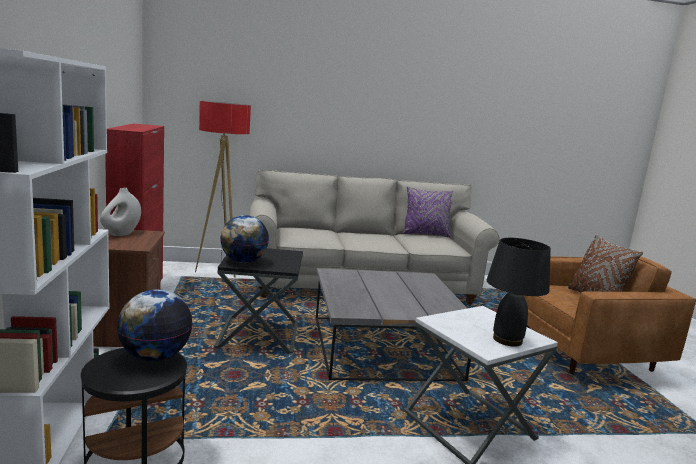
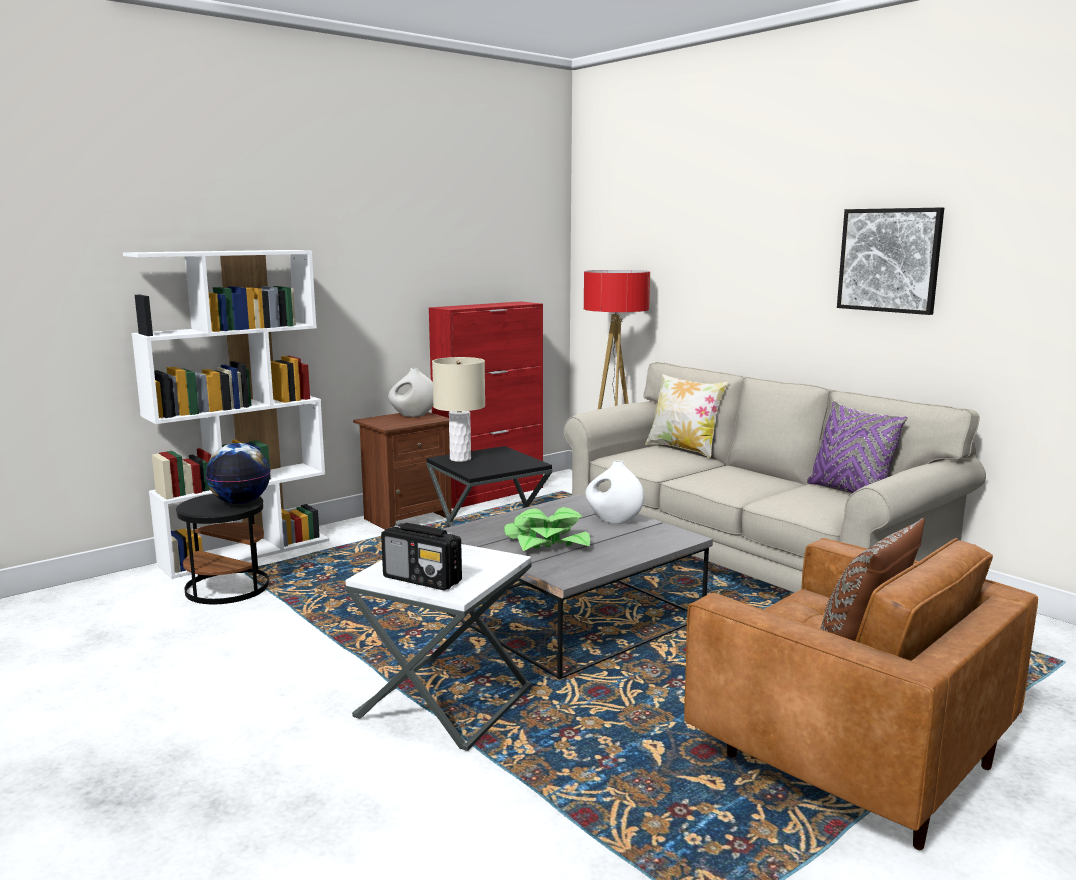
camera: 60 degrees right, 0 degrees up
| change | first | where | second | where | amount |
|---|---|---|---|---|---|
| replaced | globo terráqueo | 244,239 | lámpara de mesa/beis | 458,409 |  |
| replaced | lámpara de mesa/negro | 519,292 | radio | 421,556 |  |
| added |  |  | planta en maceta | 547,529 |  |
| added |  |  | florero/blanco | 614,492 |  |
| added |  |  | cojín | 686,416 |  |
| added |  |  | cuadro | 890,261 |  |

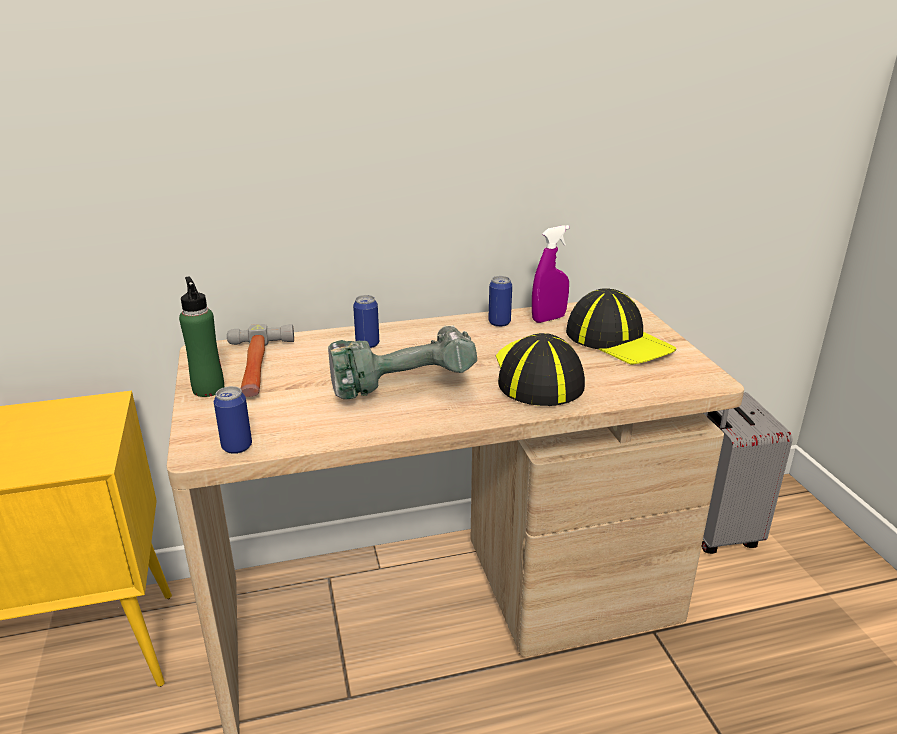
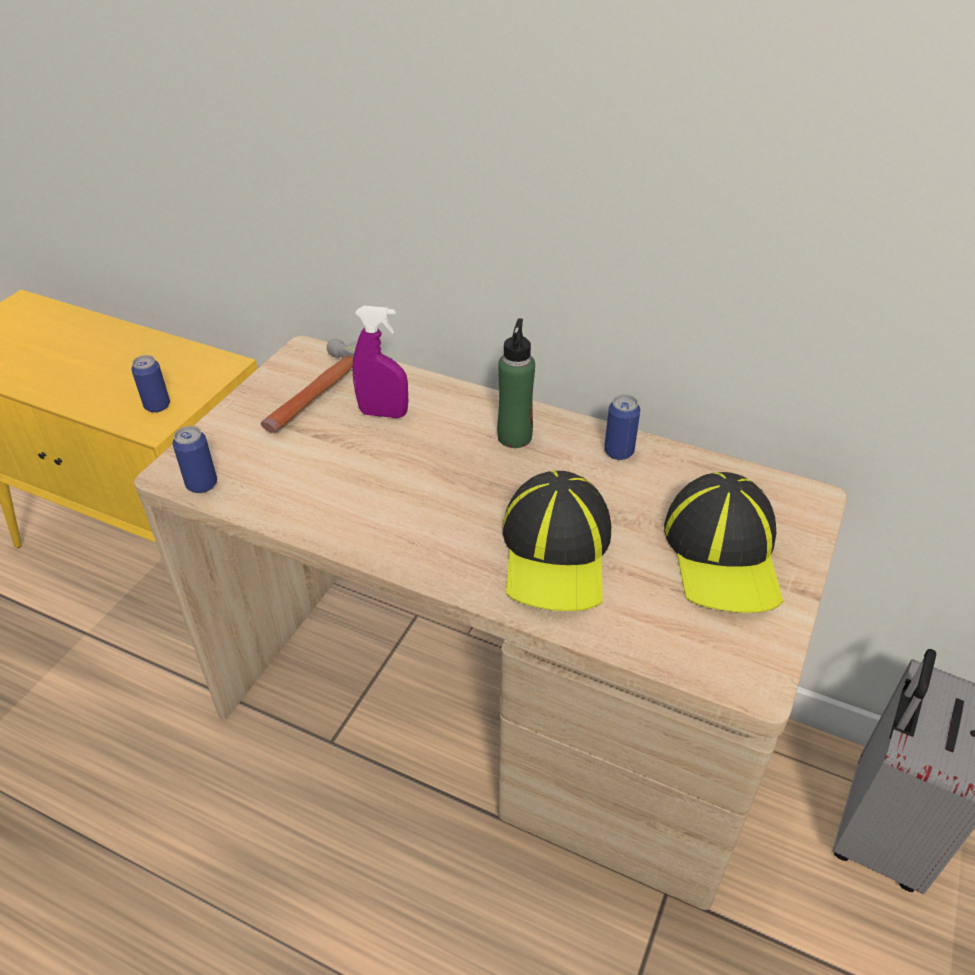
camera: 40 degrees right, 15 degrees up
| change | first | where | second | where | amount |
|---|---|---|---|---|---|
| moved | botella/verde | 201,336 |  | 516,383 |  |
| removed | taladro | 402,362 |  |  |  |
| moved | lata | 366,321 |  | 150,384 |  |
| turned | gorra | 540,369 |  | 557,541 | 150 degrees clockwise |
| moved | pulverizador/morado | 550,274 |  | 380,362 |  |

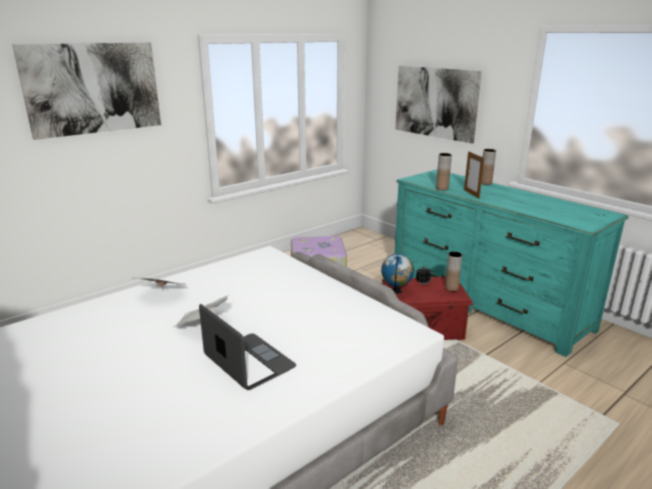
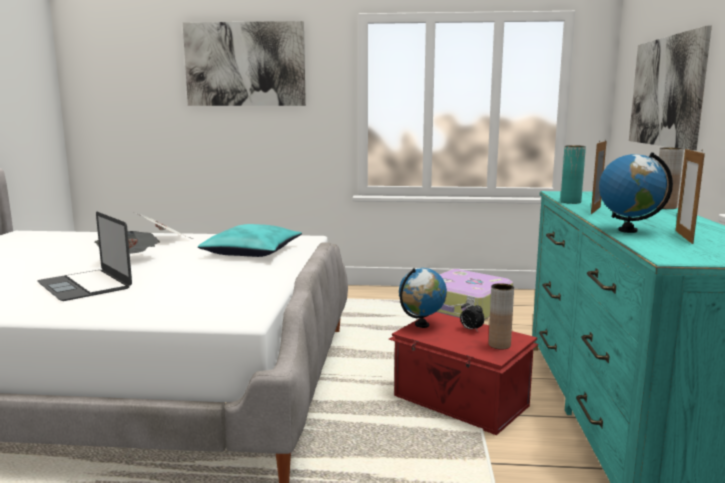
camera: 45 degrees right, 10 degrees down
| change | first | where | second | where | amount |
|---|---|---|---|---|---|
| turned | portátil | 247,347 |  | 84,256 | 135 degrees clockwise |
| recoloured | florero/marrón | 444,171 | florero/turquesa | 573,174 |  |
| added |  |  | cojín/turquesa | 250,240 |  |
| added |  |  | globo terráqueo | 636,192 |  |
| added |  |  | portarretratos | 690,195 |  |

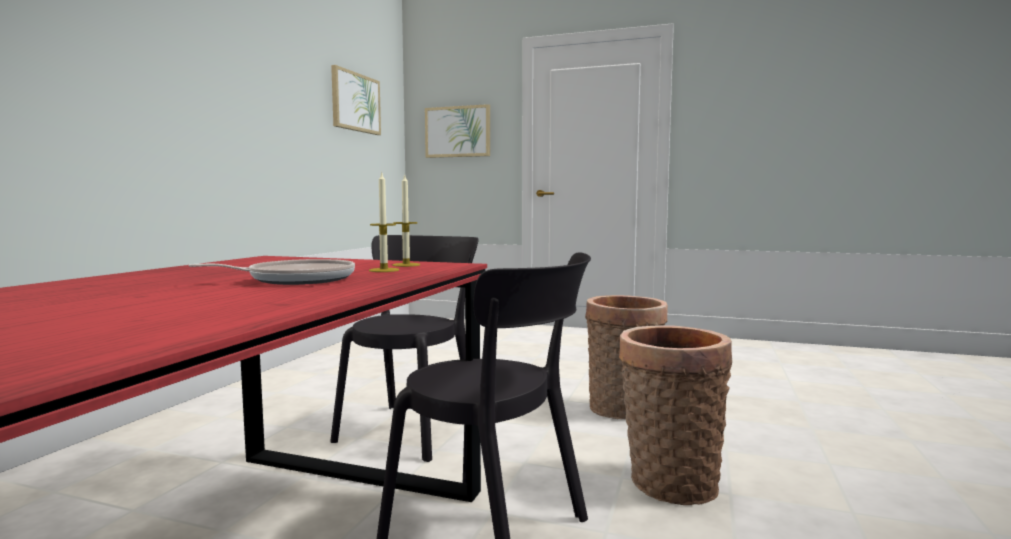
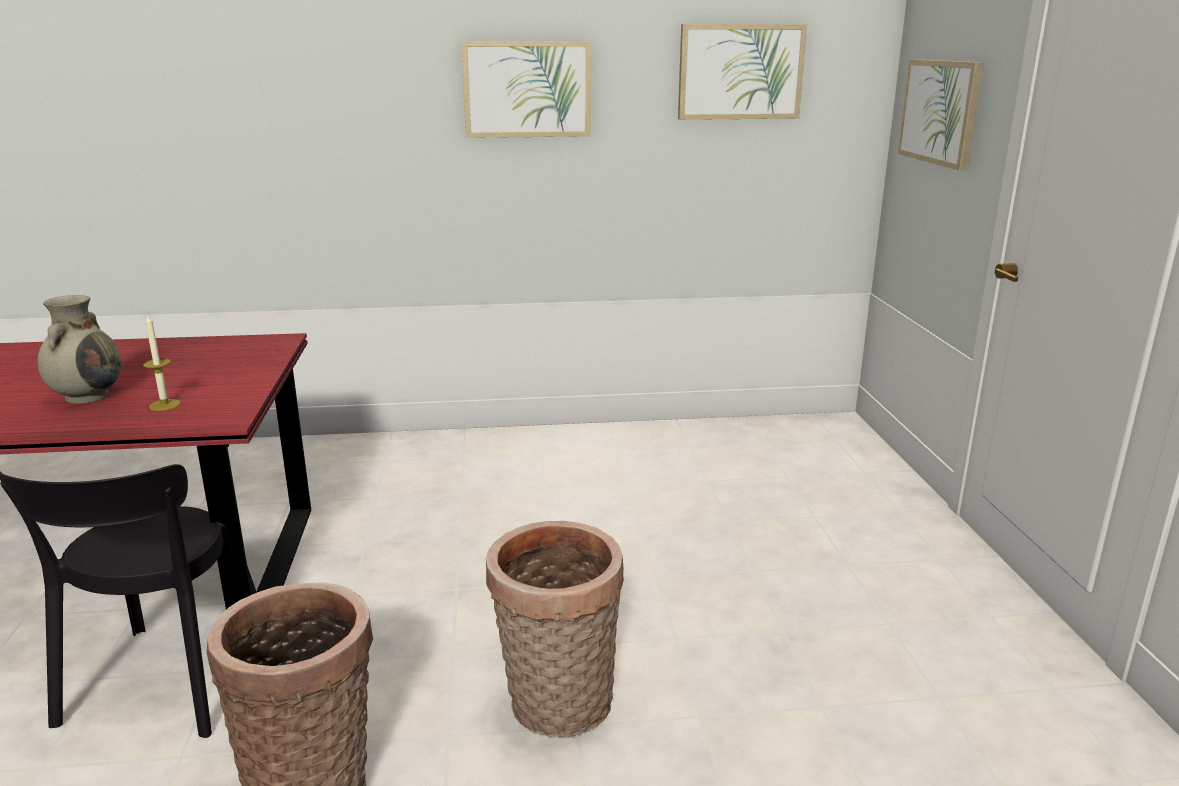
camera: 65 degrees right, 15 degrees up
| change | first | where | second | where | amount |
|---|---|---|---|---|---|
| replaced | sartén | 272,272 | florero/beis | 79,349 |  |
| removed | silla/negro | 404,348 |  |  |  |
| removed | vela | 406,220 |  |  |  |
| added |  |  | cuadro | 526,89 |  |

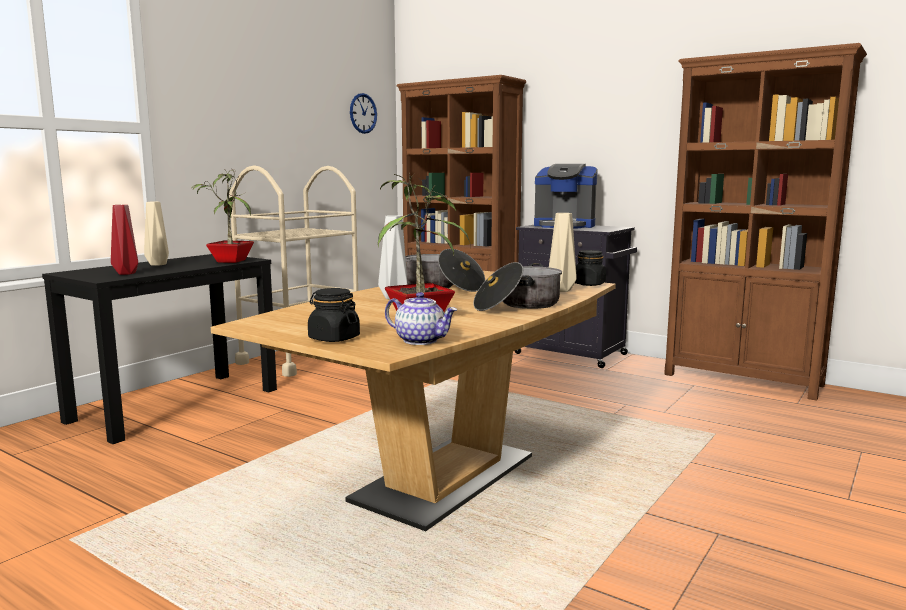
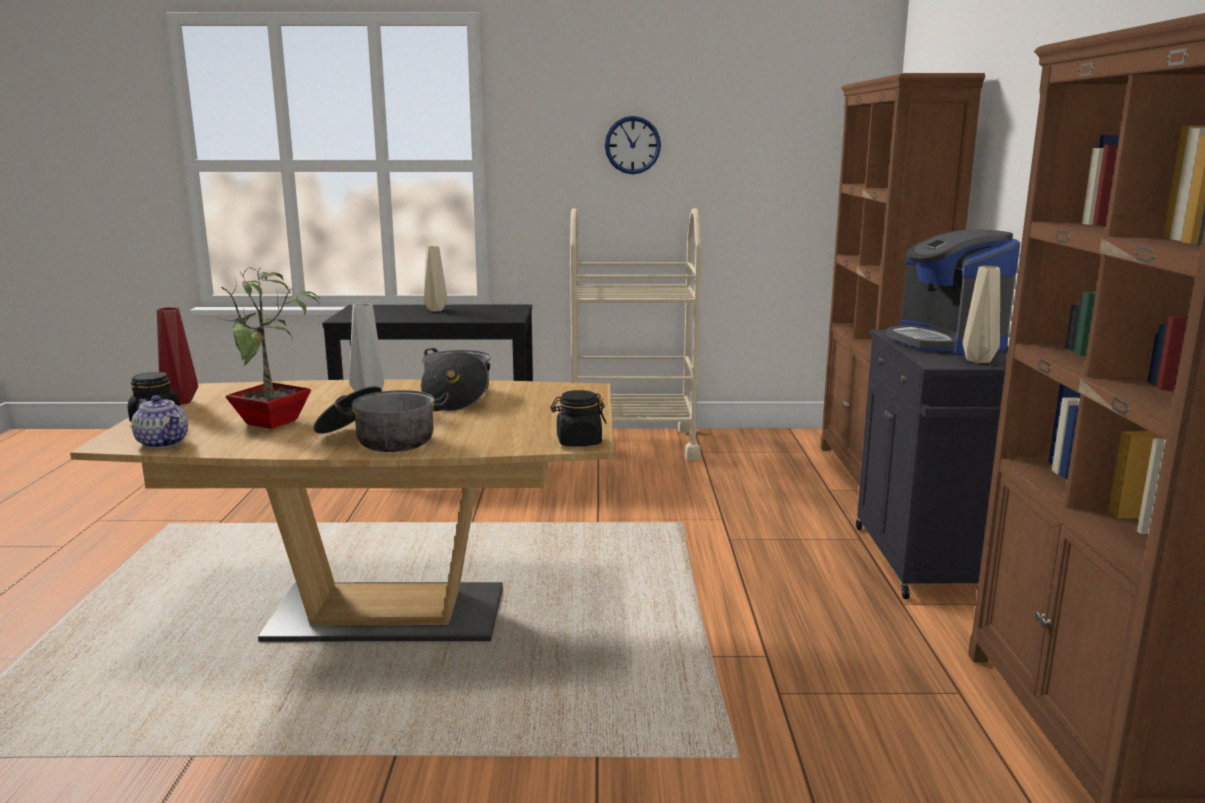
camera: 55 degrees right, 5 degrees up
| change | first | where | second | where | amount |
|---|---|---|---|---|---|
| moved | florero/rojo | 124,240 |  | 177,356 |  |
| removed | planta en maceta | 223,216 |  |  |  |
| moved | reloj de pared | 363,113 |  | 633,145 |  |
| turned | tetera | 421,318 |  | 159,422 | 45 degrees counterclockwise |
| moved | florero/beis | 563,252 |  | 981,314 |  |

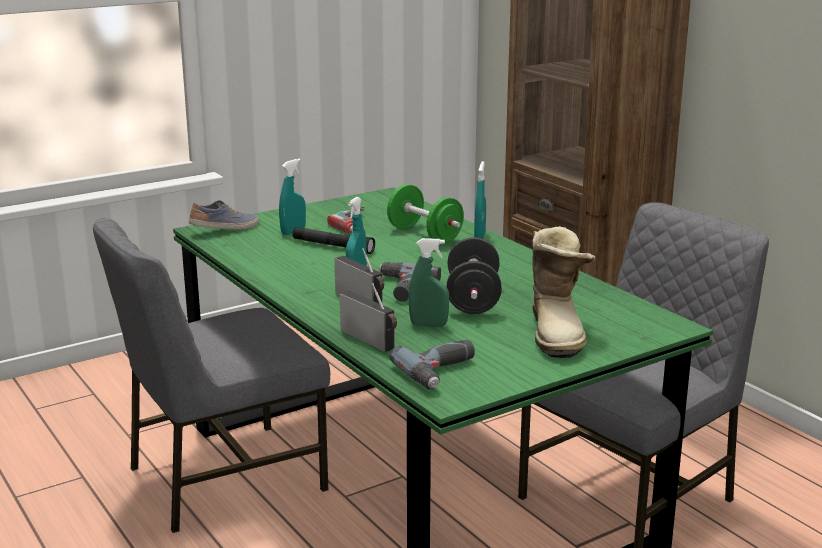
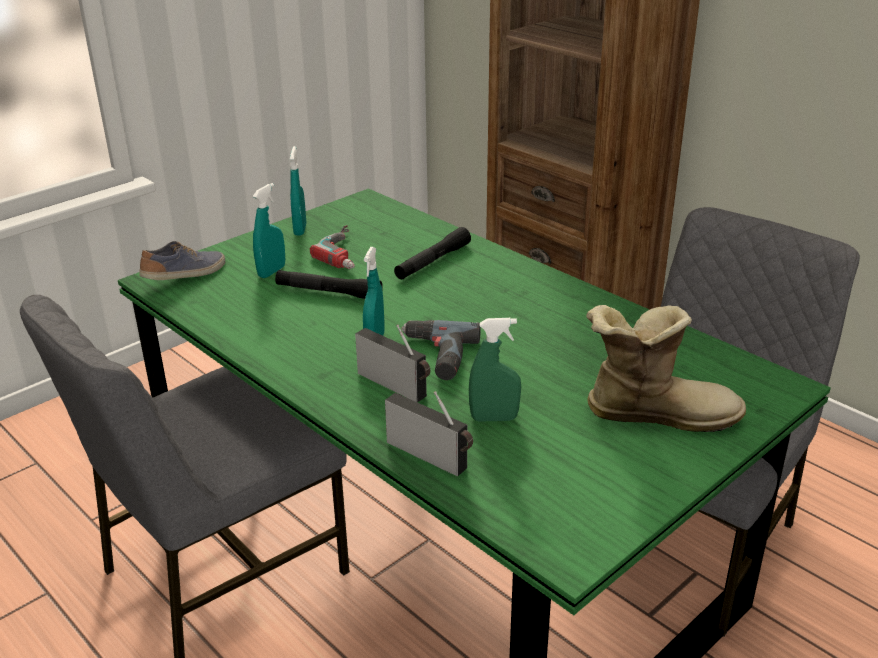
camera: 10 degrees left, 10 degrees up
| change | first | where | second | where | amount |
|---|---|---|---|---|---|
| replaced | mancuerna/verde | 425,213 | linterna/negro | 432,253 |  |
| removed | taladro | 432,364 |  |  |  |
| removed | mancuerna/negro | 474,275 |  |  |  |
| moved | pulverizador/turquesa | 480,200 |  | 298,191 |  |
| turned | bota | 563,292 |  | 666,368 | 75 degrees counterclockwise |

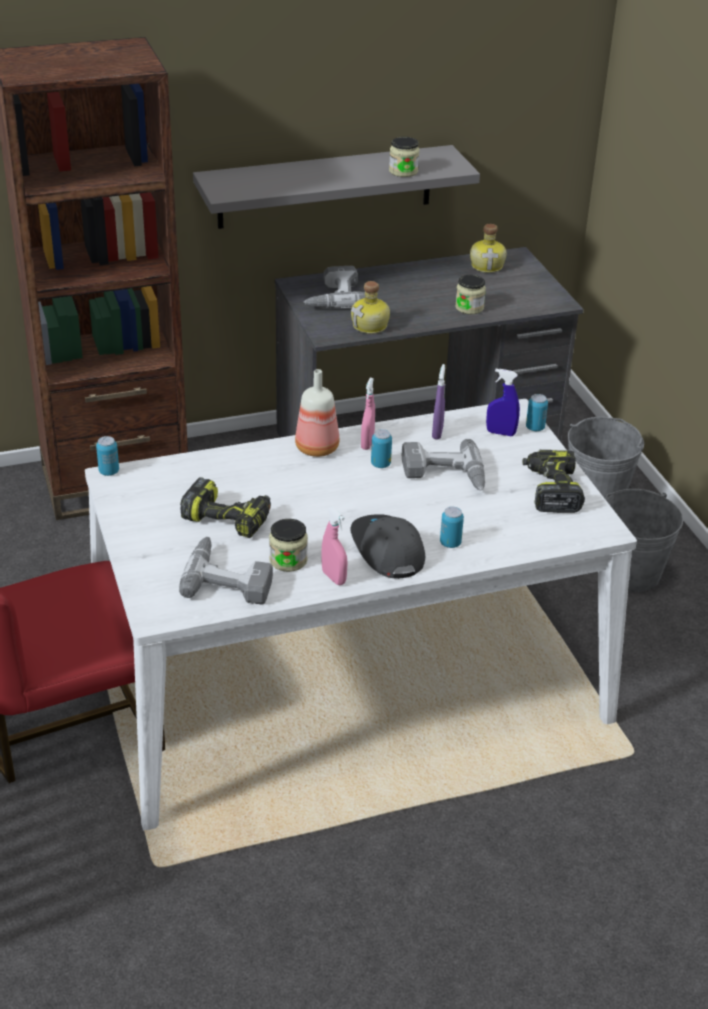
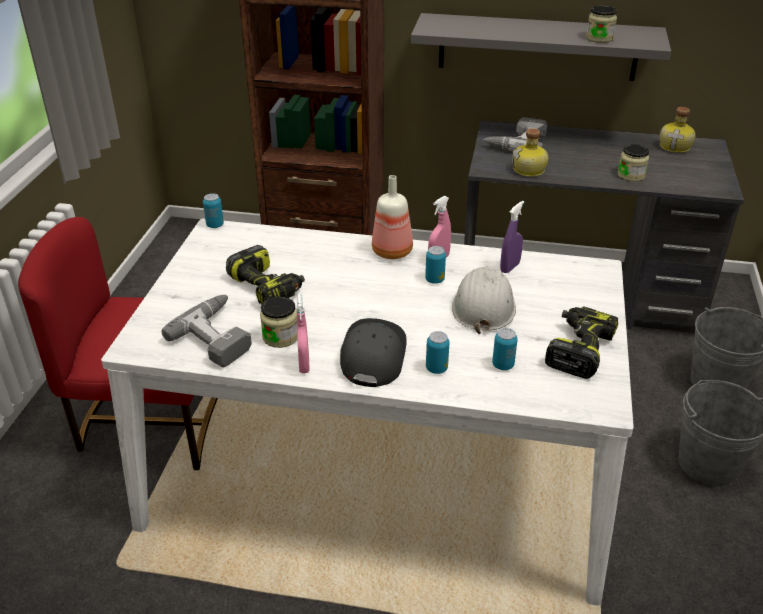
camera: 30 degrees right, 0 degrees up
| change | first | where | second | where | amount |
|---|---|---|---|---|---|
| replaced | taladro | 443,465 | casco/blanco | 484,300 |  |
| removed | pulverizador/azul | 503,402 |  |  |  |
| moved | lata | 537,412 |  | 505,349 |  |

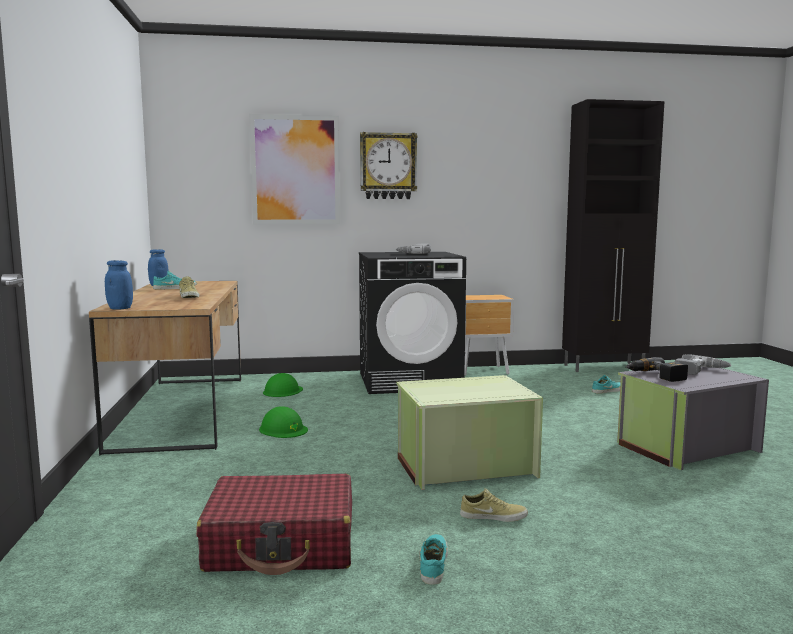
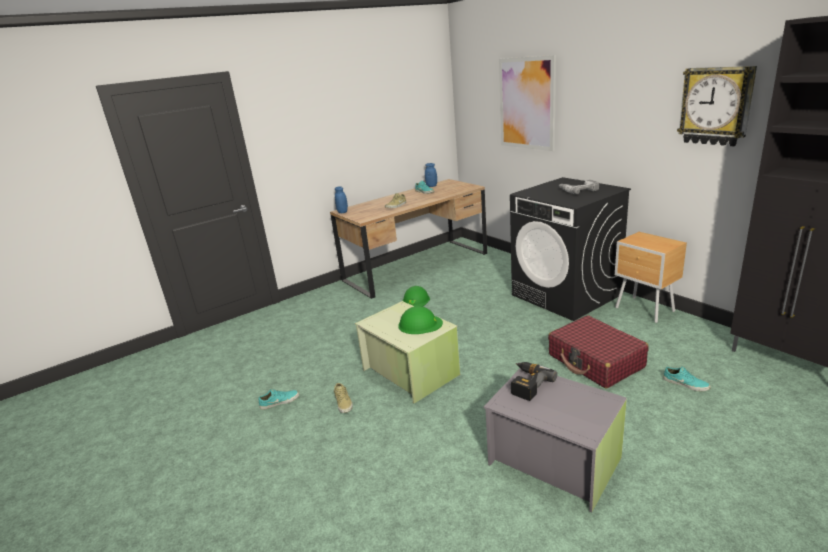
camera: 65 degrees right, 15 degrees up
| change | first | where | second | where | amount |
|---|---|---|---|---|---|
| moved | maleta/rojo | 274,524 |  | 598,352 |  |
| moved | casco/verde | 283,385 |  | 420,320 |  |
| moved | reloj de pared | 389,165 |  | 717,106 |  |
| removed | taladro | 703,364 |  |  |  |

